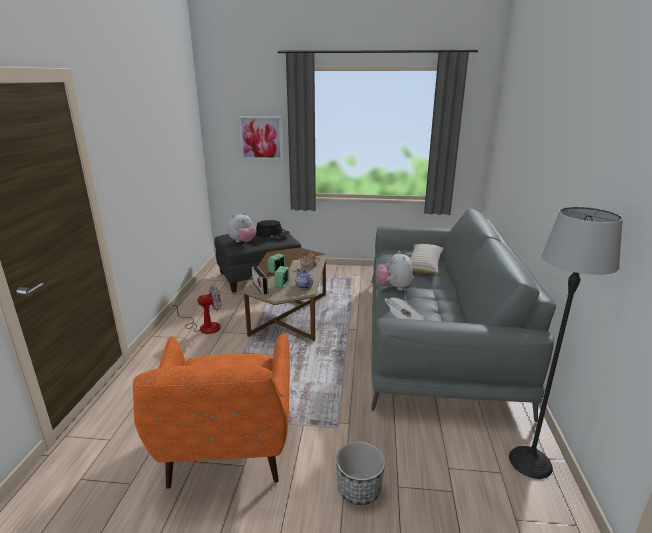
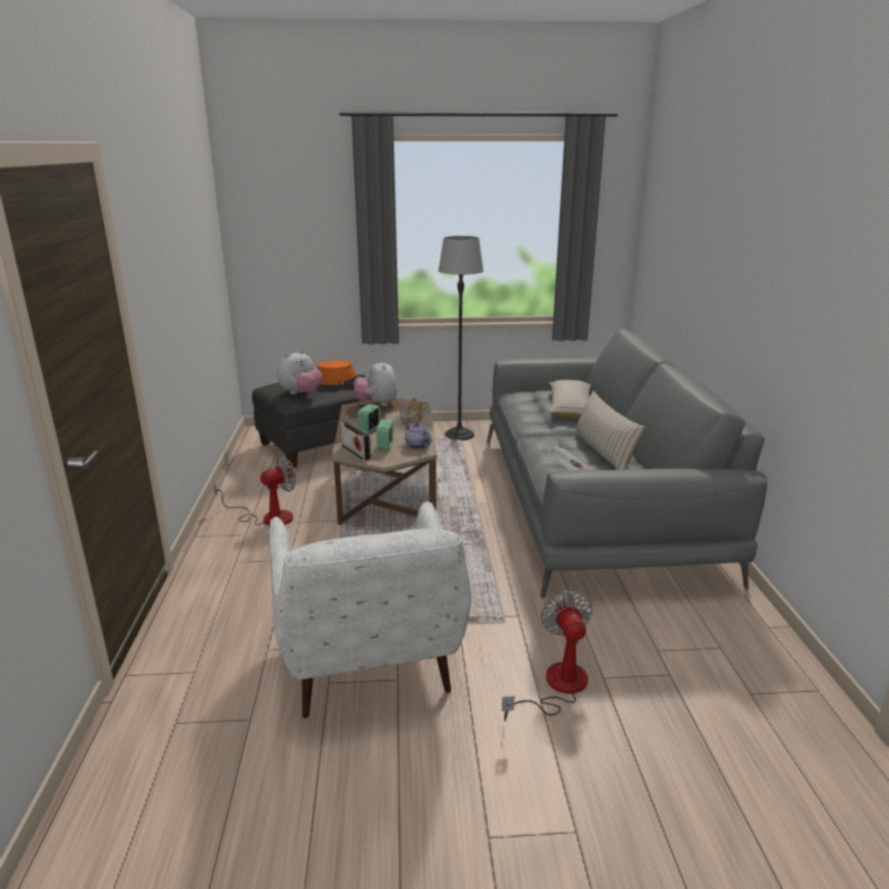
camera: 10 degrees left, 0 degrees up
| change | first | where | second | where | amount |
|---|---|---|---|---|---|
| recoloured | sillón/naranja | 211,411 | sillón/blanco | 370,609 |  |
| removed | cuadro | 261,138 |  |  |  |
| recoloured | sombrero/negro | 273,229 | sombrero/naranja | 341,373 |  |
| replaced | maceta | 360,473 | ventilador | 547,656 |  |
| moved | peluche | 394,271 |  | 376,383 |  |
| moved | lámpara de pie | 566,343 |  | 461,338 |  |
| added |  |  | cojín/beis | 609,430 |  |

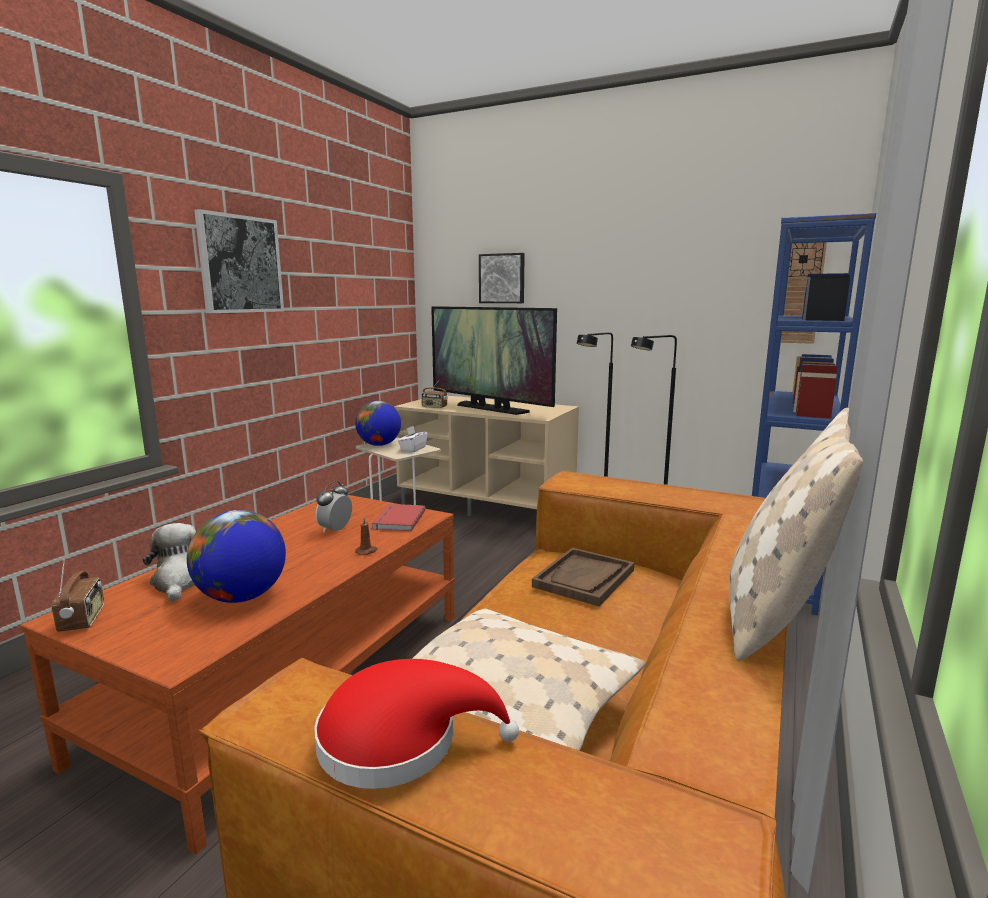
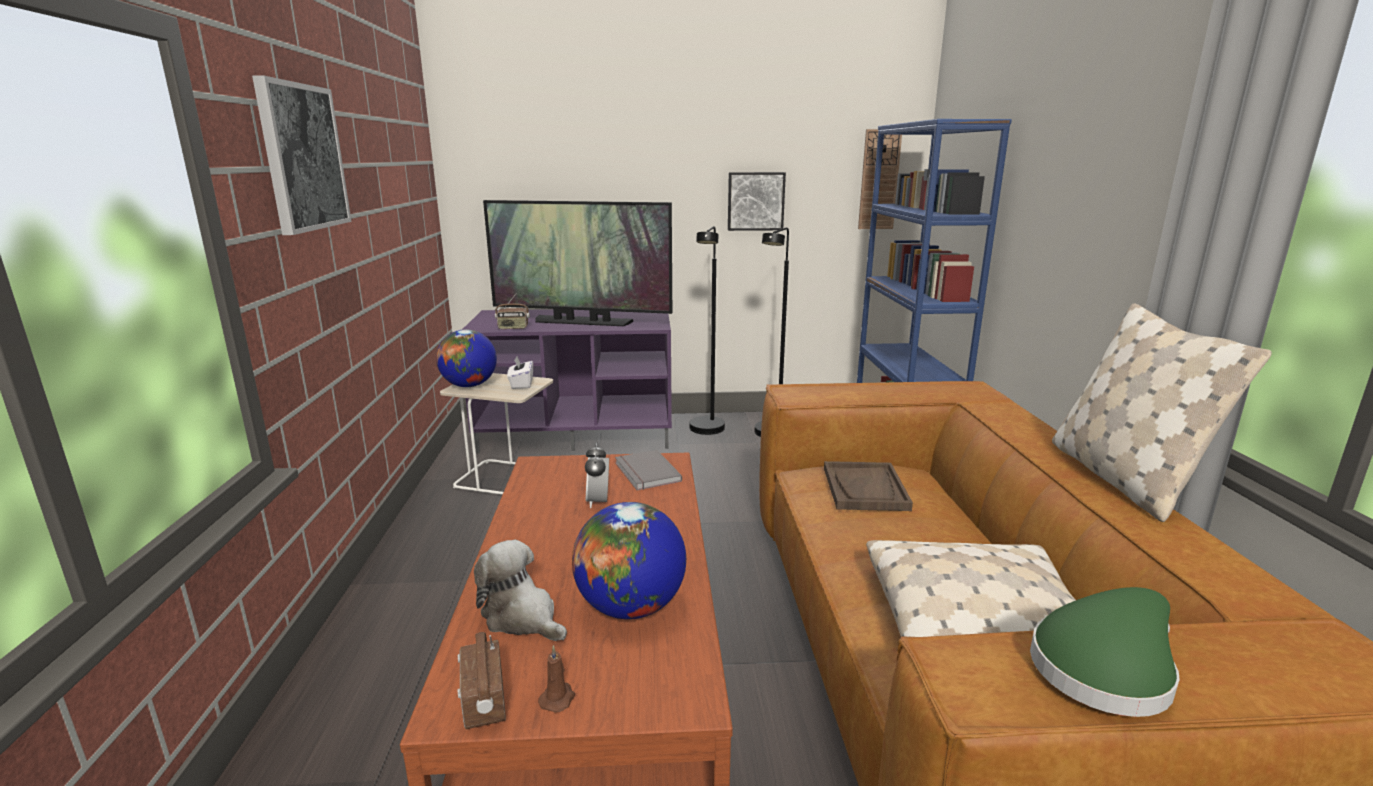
camera: 30 degrees left, 5 degrees up
| change | first | where | second | where | amount |
|---|---|---|---|---|---|
| turned | radio | 78,595 |  | 482,680 | 150 degrees counterclockwise |
| recoloured | sombrero/rojo | 416,724 | sombrero/verde | 1105,652 |  |
| moved | vela/marrón | 366,536 |  | 556,679 |  |
| recoloured | libro/rojo | 398,517 | libro/gris | 648,470 |  |
| recoloured | mueble de televisión/beis | 486,456 | mueble de televisión/morado | 567,381 |  |
| moved | cuadro | 502,278 |  | 757,201 |  |

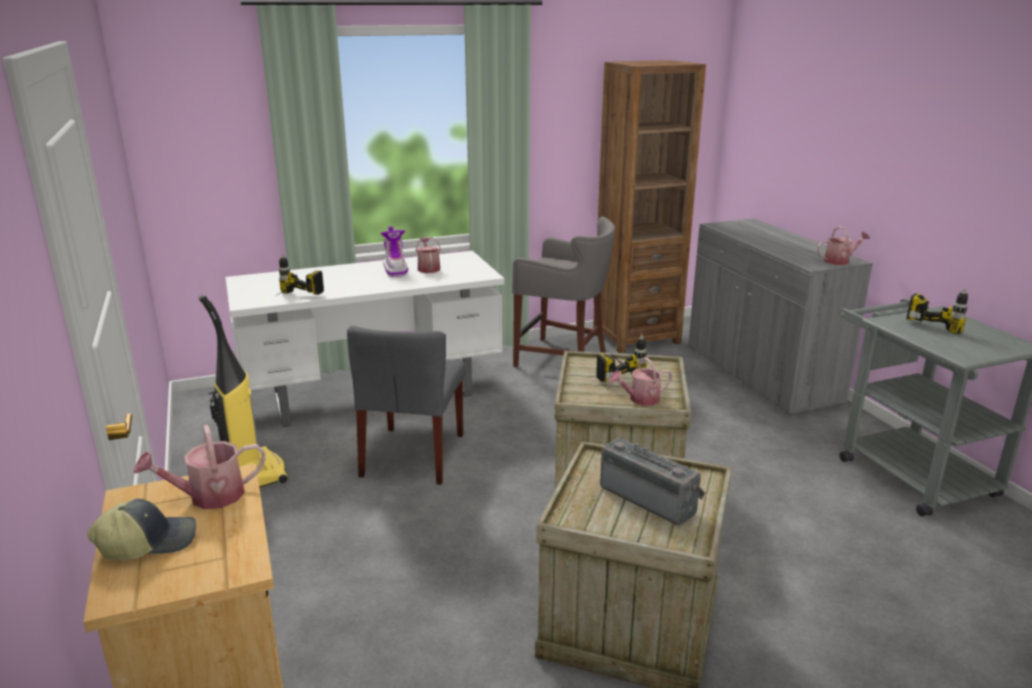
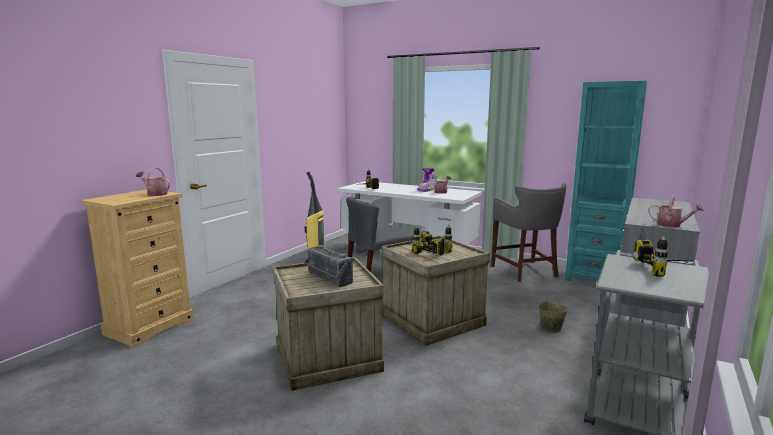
camera: 50 degrees right, 10 degrees down
| change | first | where | second | where | amount |
|---|---|---|---|---|---|
| removed | gorra | 141,529 |  |  |  |
| recoloured | estantería/marrón | 649,207 | estantería/turquesa | 606,181 |  |
| turned | radio | 652,481 |  | 328,266 | 135 degrees clockwise |
| replaced | regadera | 641,381 | taladro | 428,240 |  |
| added |  |  | cubo/beis | 553,312 |  |

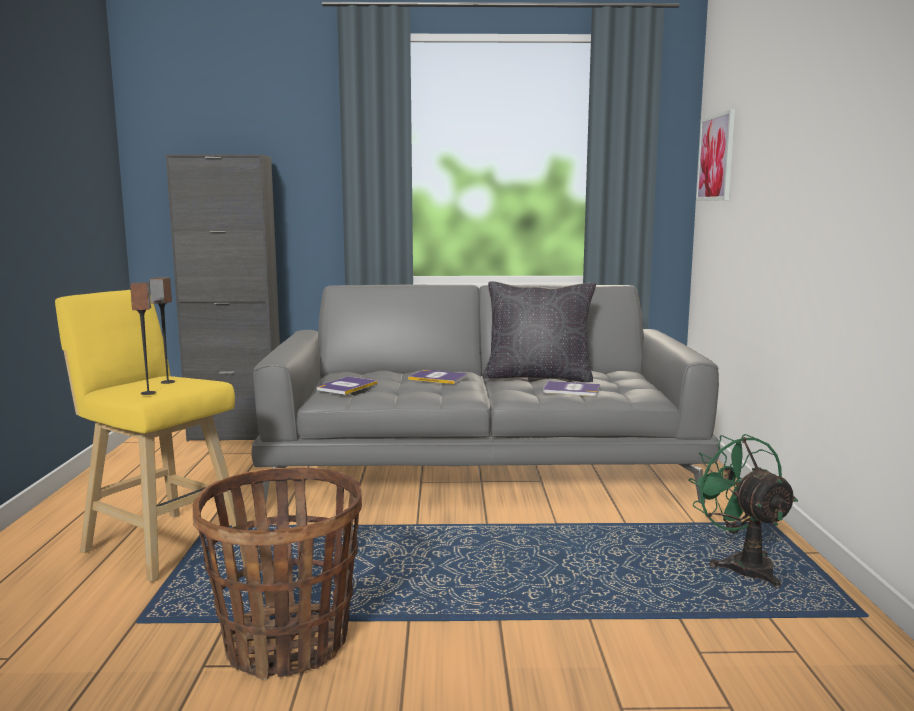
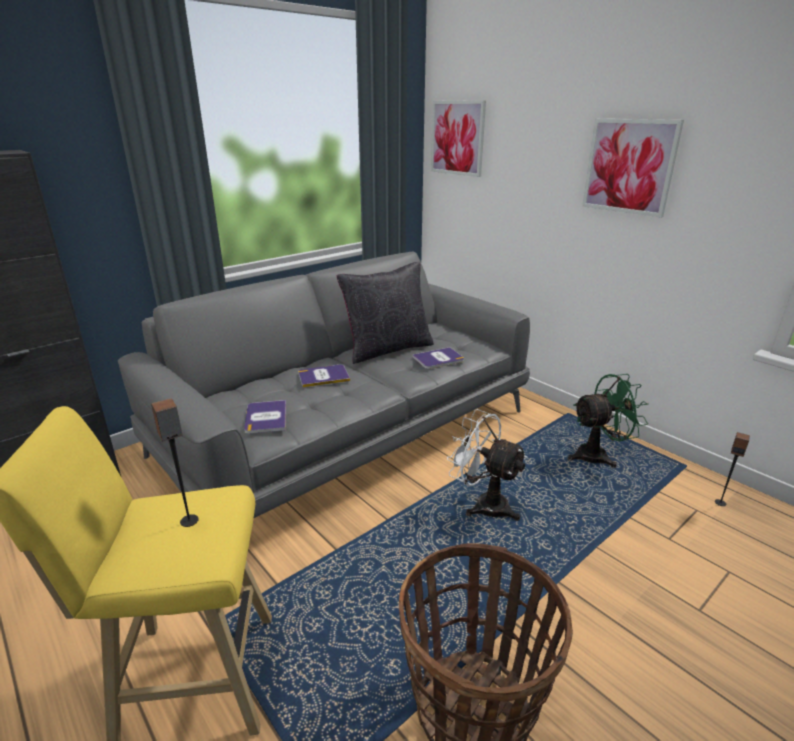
camera: 40 degrees left, 15 degrees up
| change | first | where | second | where | amount |
|---|---|---|---|---|---|
| moved | altavoz | 143,338 |  | 732,469 |  |
| turned | ventilador/verde | 743,511 |  | 608,421 | 135 degrees clockwise |
| added |  |  | ventilador/blanco | 487,465 |  |
| added |  |  | cuadro | 633,168 |  |

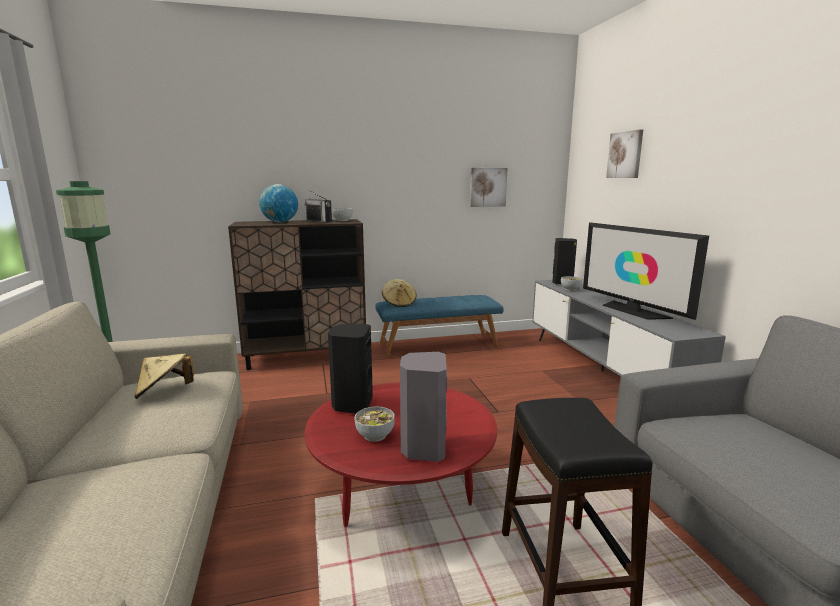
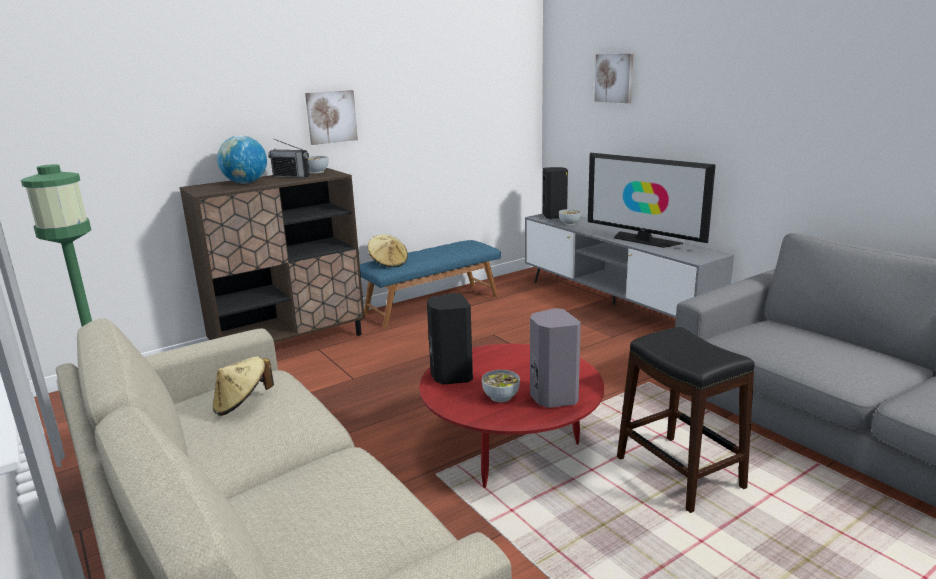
camera: 20 degrees left, 5 degrees up
| change | first | where | second | where | amount |
|---|---|---|---|---|---|
| moved | cuadro | 488,187 |  | 331,117 |  |

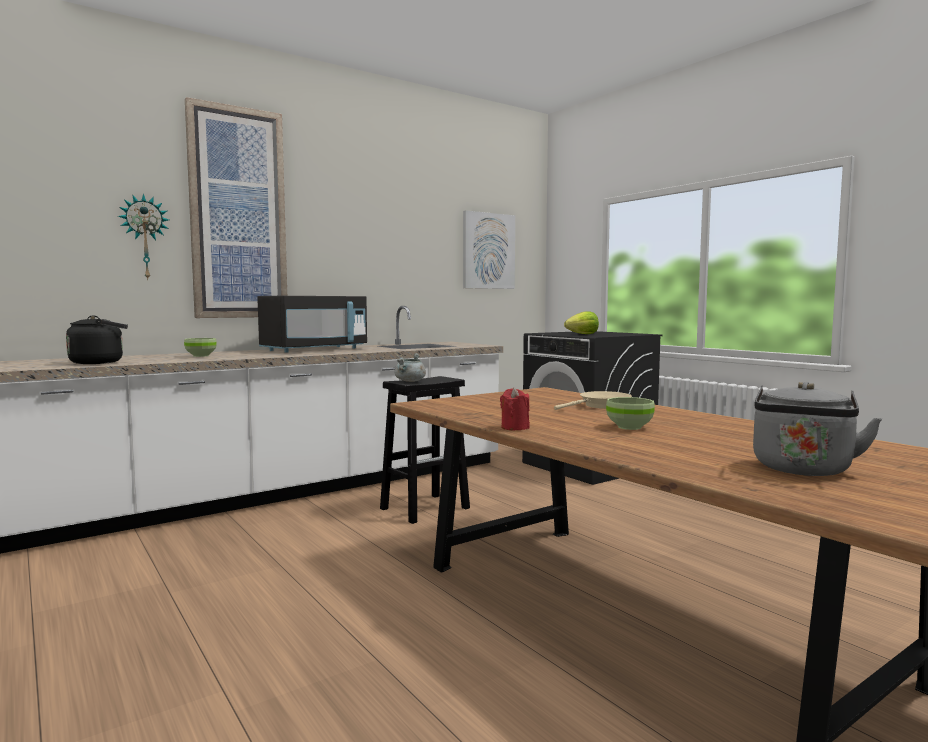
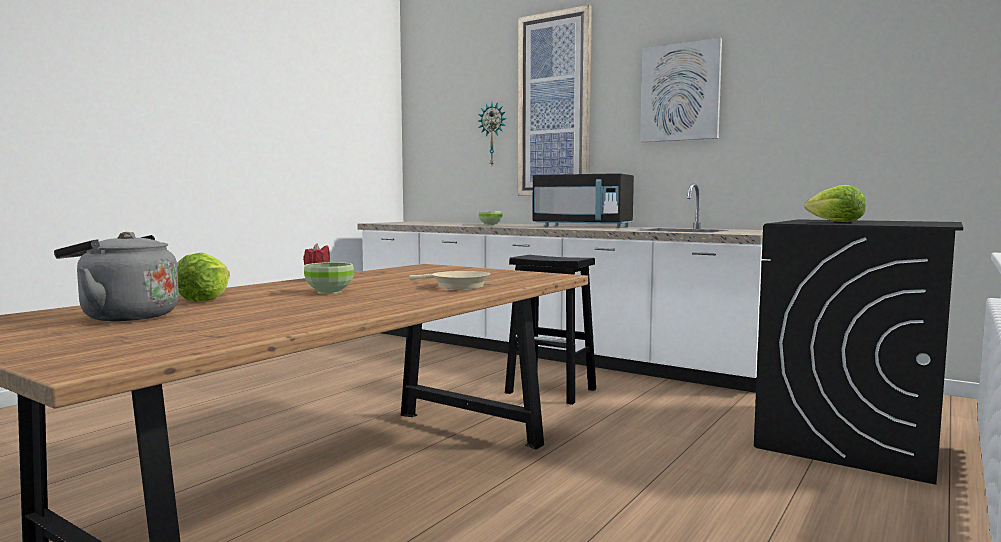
camera: 70 degrees right, 0 degrees up
| change | first | where | second | where | amount |
|---|---|---|---|---|---|
| removed | hervidor/negro | 97,339 |  |  |  |
| removed | olla/gris | 410,367 |  |  |  |
| moved | cuadro | 489,249 |  | 681,90 |  |
| added |  |  | lechuga | 203,277 |  |

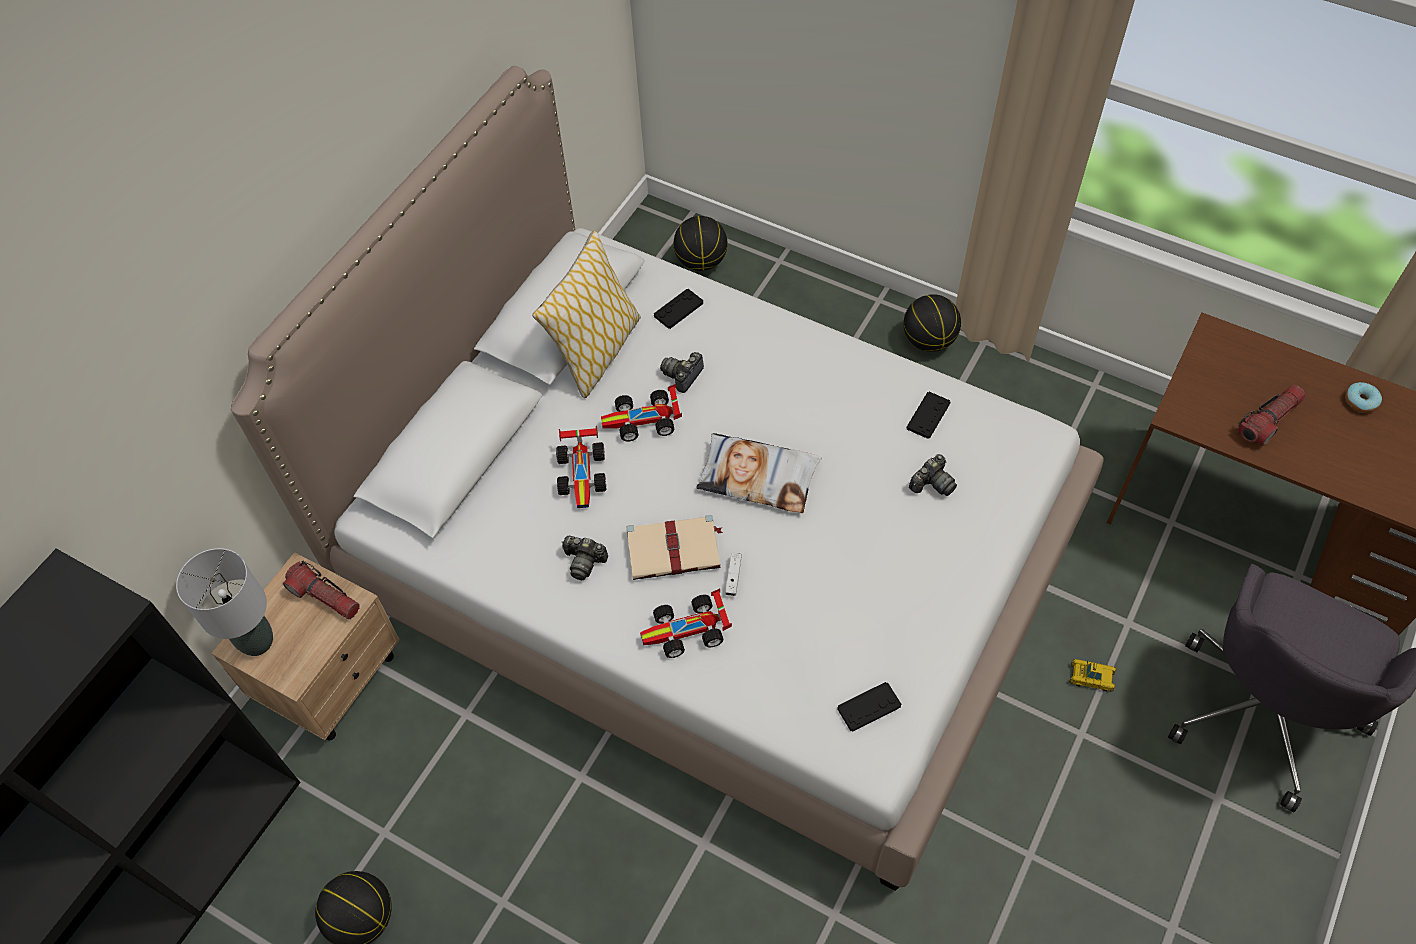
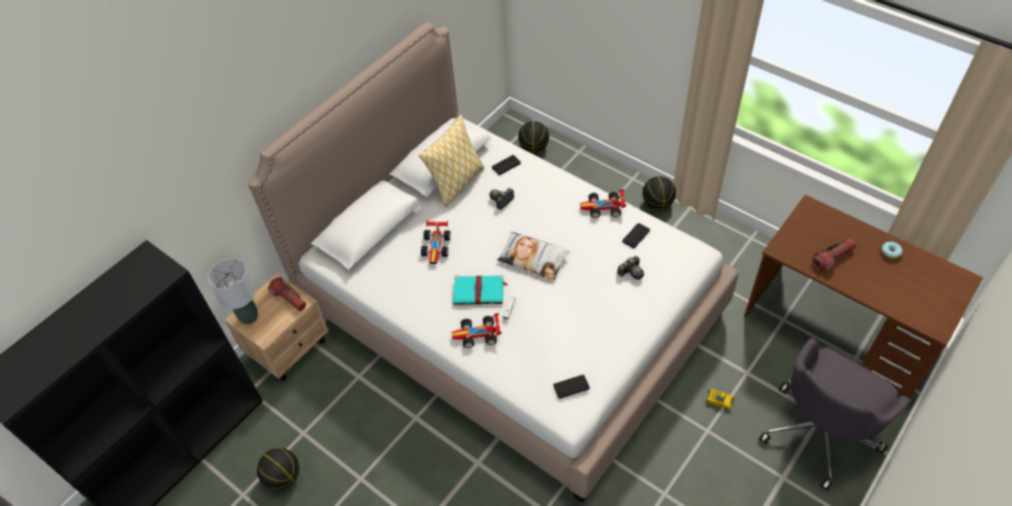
camera: 10 degrees right, 5 degrees down
| change | first | where | second | where | amount |
|---|---|---|---|---|---|
| removed | cámara | 585,558 |  |  |  |
| moved | coche de juguete | 641,413 |  | 603,203 |  |
| recoloured | libro/beis | 674,547 | libro/turquesa | 480,290 |  |

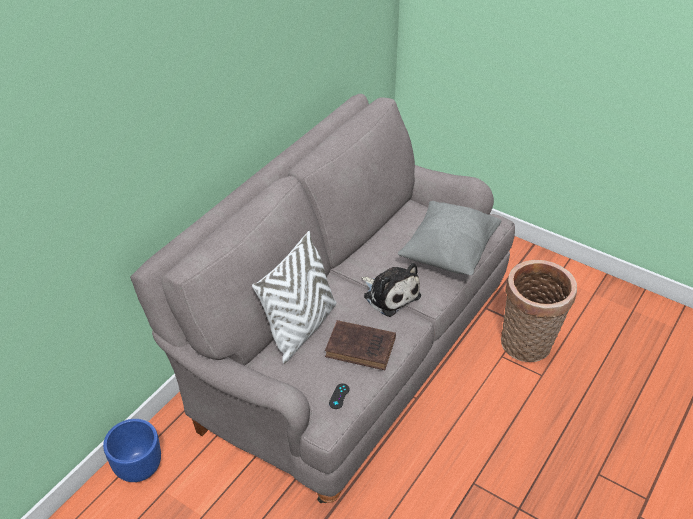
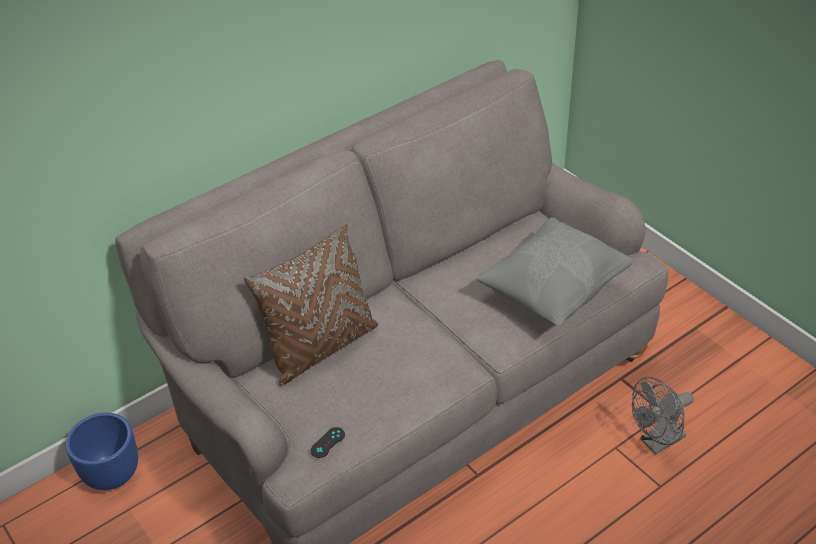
camera: 20 degrees right, 0 degrees up
| change | first | where | second | where | amount |
|---|---|---|---|---|---|
| recoloured | cojín/blanco | 294,297 | cojín/marrón | 311,305 |  |
| removed | libro/marrón | 360,345 |  |  |  |
| removed | peluche | 391,290 |  |  |  |
| replaced | cesta | 539,311 | ventilador/gris | 663,416 |  |

